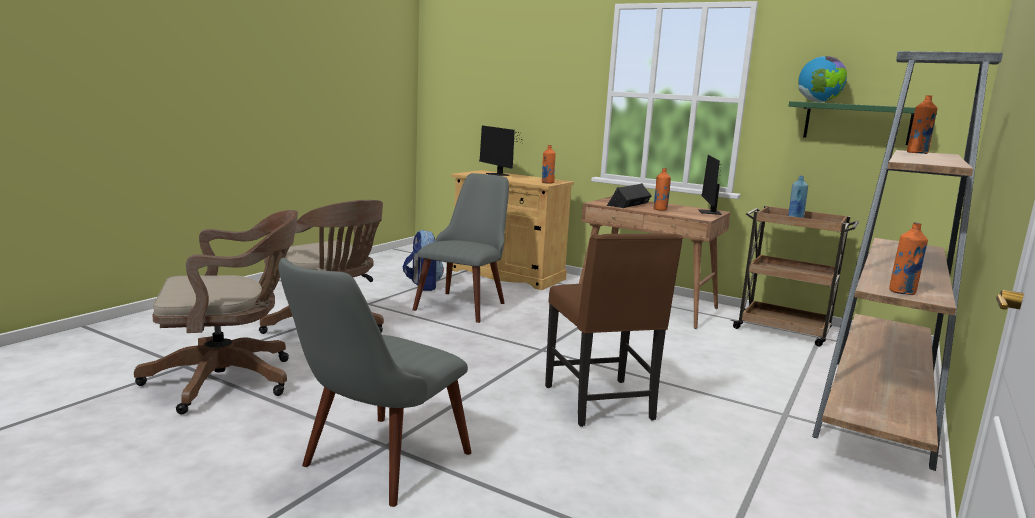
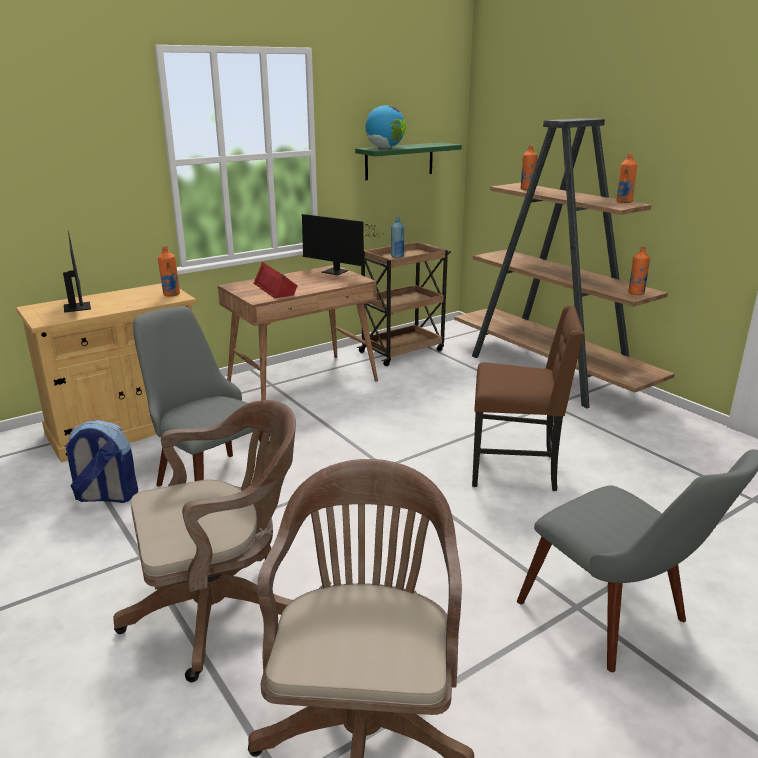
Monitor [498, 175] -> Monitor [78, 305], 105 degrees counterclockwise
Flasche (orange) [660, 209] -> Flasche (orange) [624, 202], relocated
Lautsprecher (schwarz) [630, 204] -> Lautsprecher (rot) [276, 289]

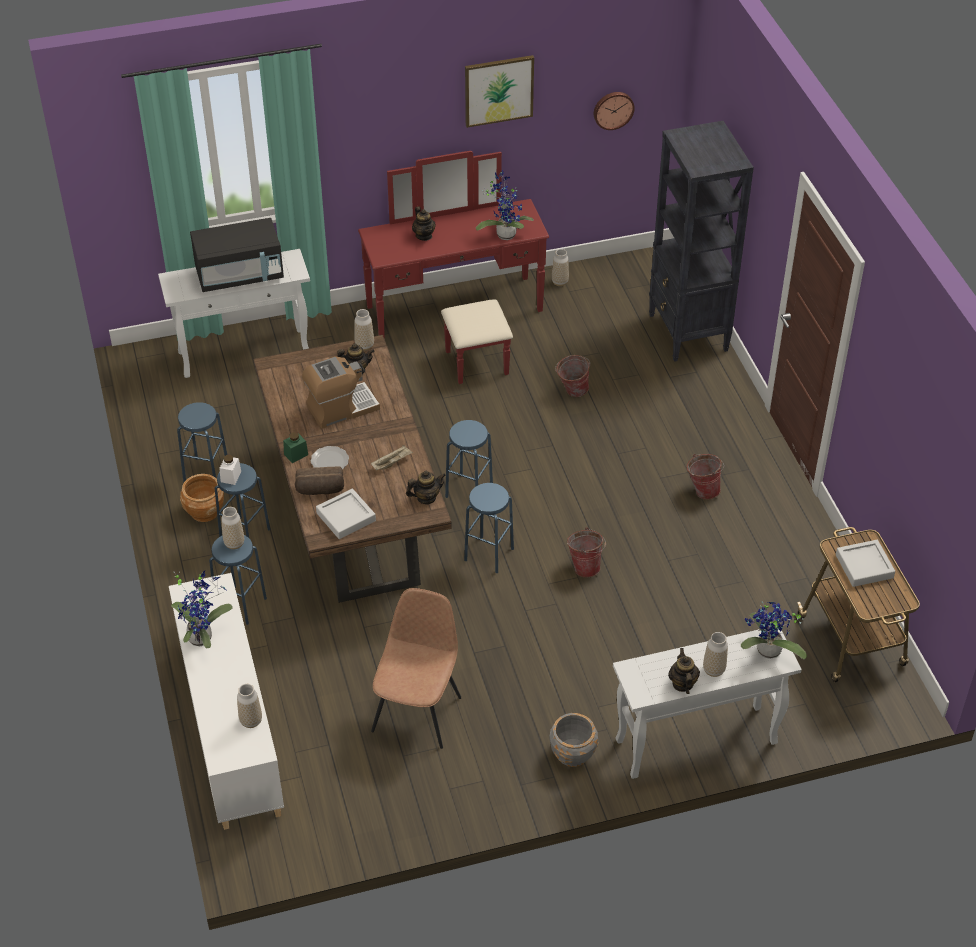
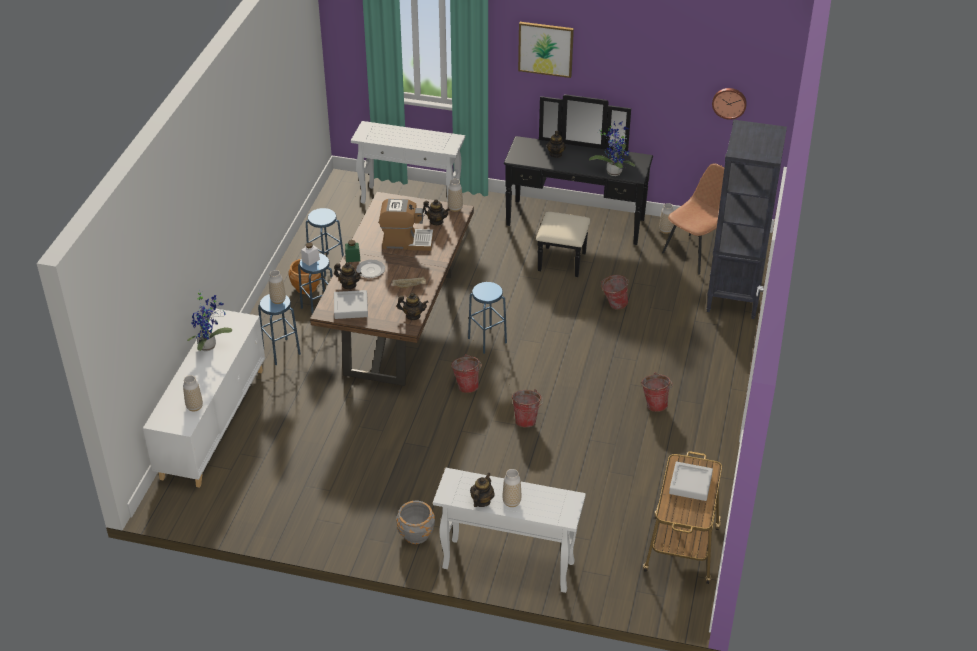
Bild [498, 90] -> Bild [545, 49], relocated
Kommode (rot) [460, 320] -> Kommode (schwarz) [573, 231]
Mikrowelle (schwarz) [240, 275] -> none
Brot [320, 490] -> Teekanne [349, 285]
Hocker (blau) [489, 554] -> Eimer [466, 385]
Stuhl (braun) [417, 712] -> Stuhl (braun) [695, 253], relocated
Topfpflanze [767, 652] -> none

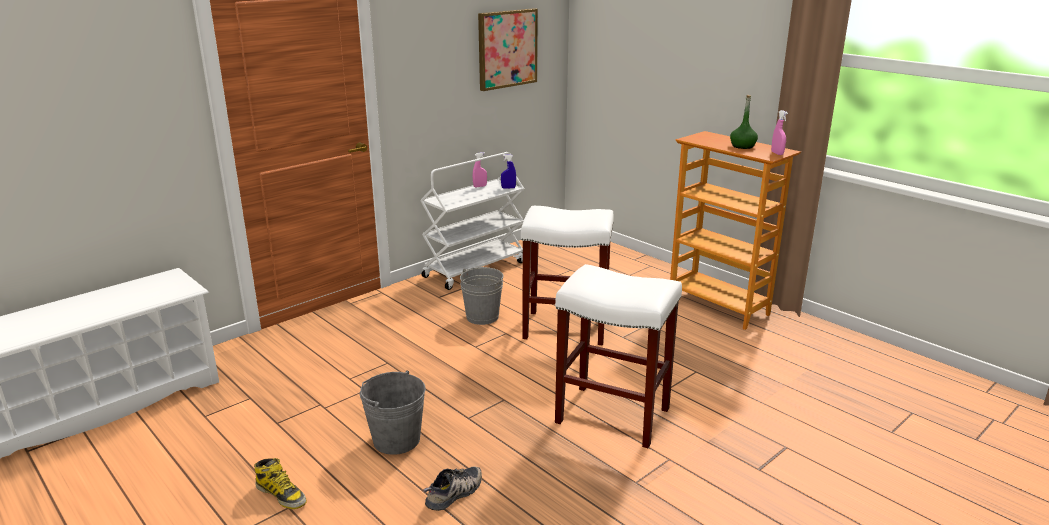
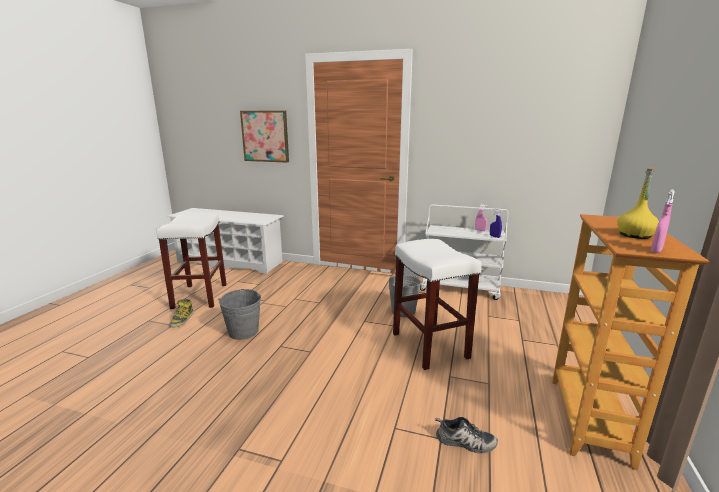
Bild [507, 49] -> Bild [265, 136], relocated
Flasche (grün) [742, 146] -> Flasche (gelb) [635, 235]
Hocker (weiß) [614, 415] -> Hocker (weiß) [200, 296], relocated
Schuh [455, 493] -> Schuh [465, 442], relocated

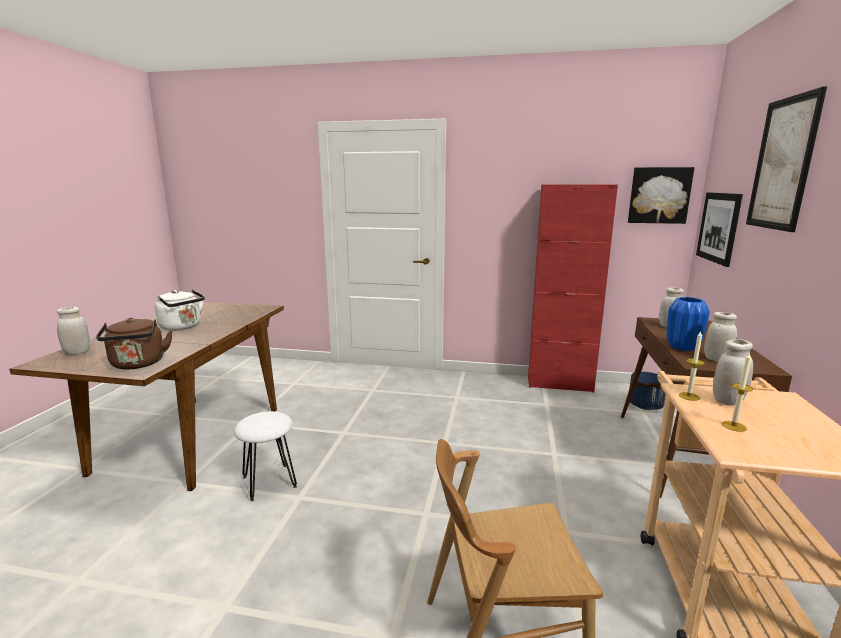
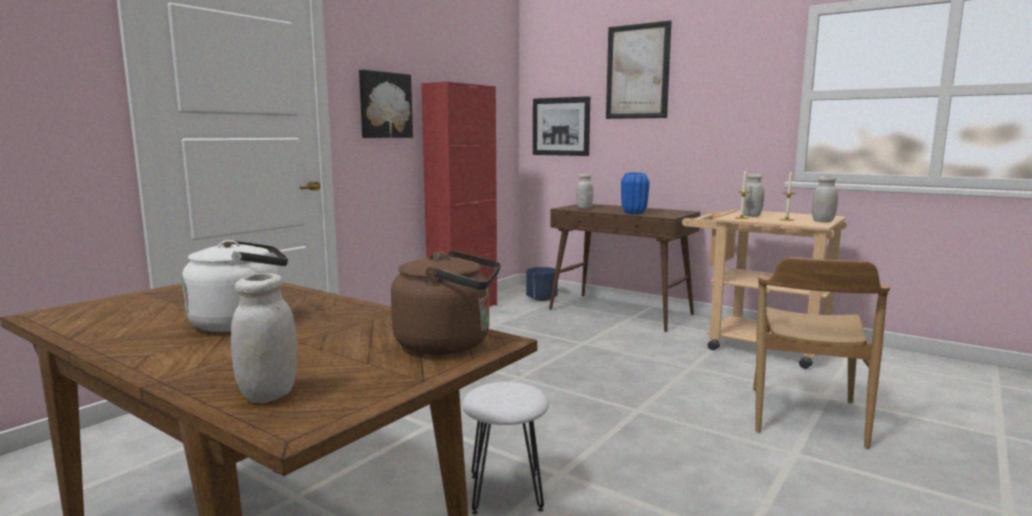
Bild [659, 195] -> Bild [384, 105], relocated
Vorratsglas (weiß) [716, 359] -> Vorratsglas (weiß) [823, 221], relocated

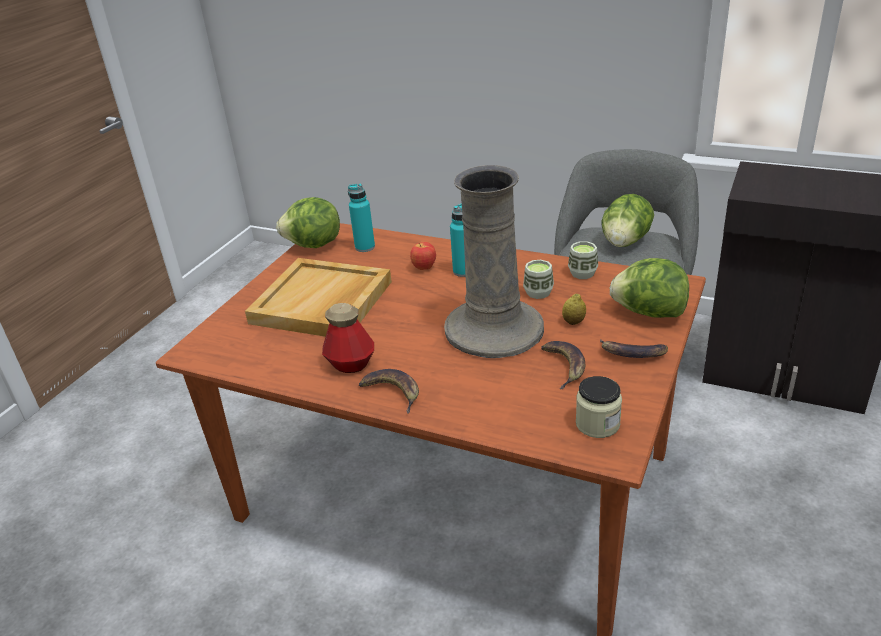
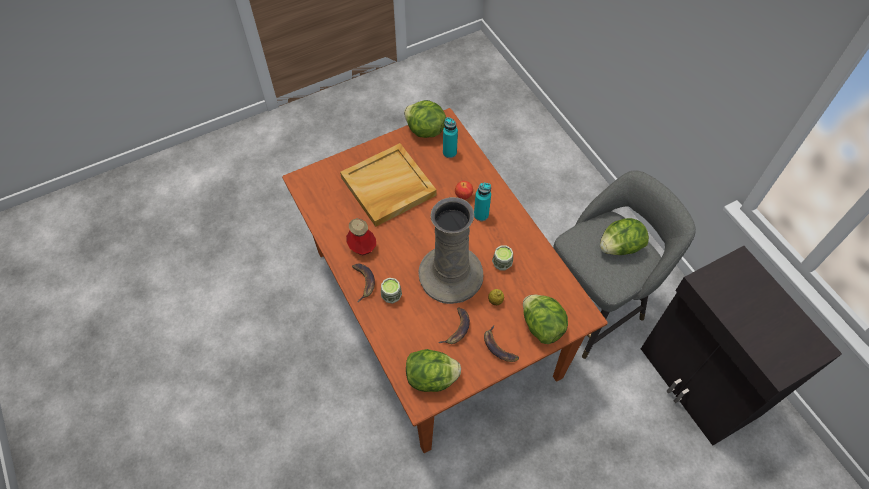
Tasse [582, 273] -> Tasse [391, 296], relocated
Vorratsglas [597, 424] -> Salatkopf [432, 378]

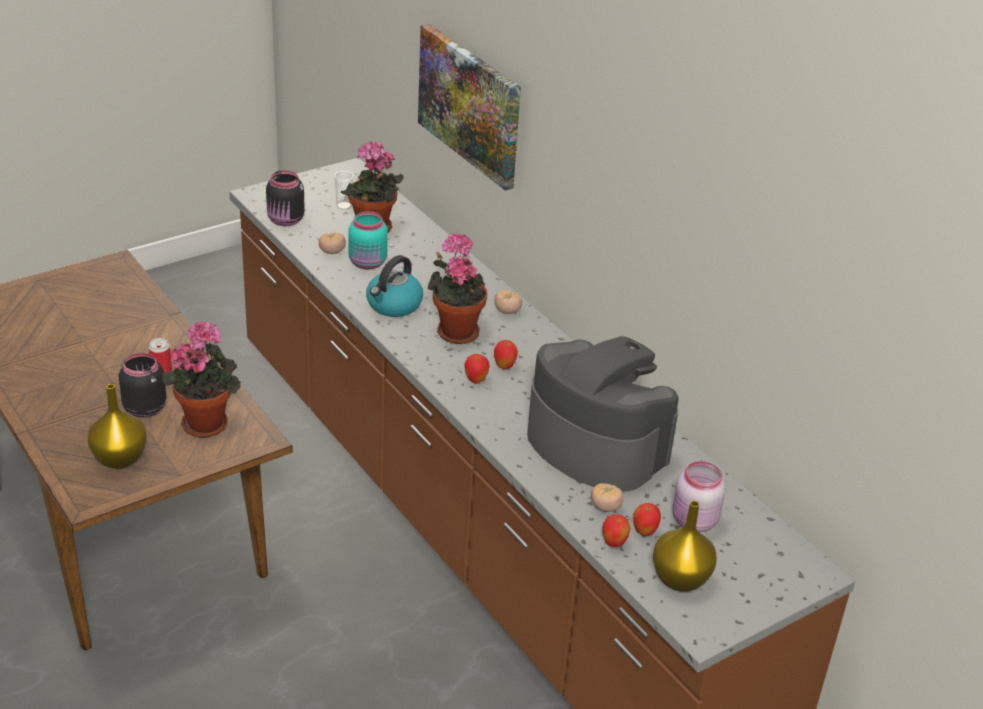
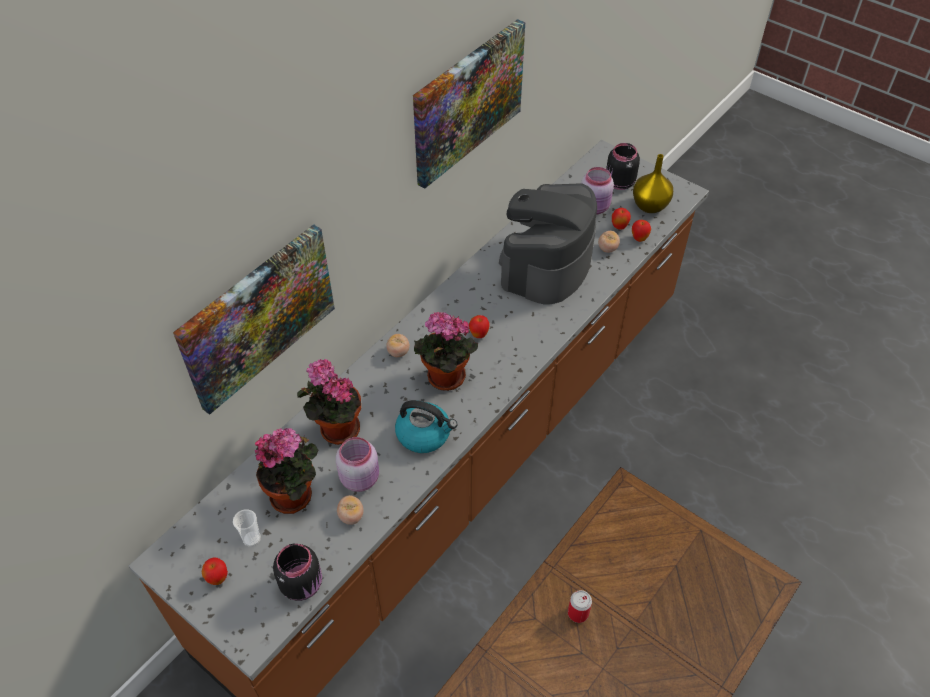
Vorratsglas (türkis) [368, 263] -> Vorratsglas (rosa) [360, 477]
Topfpflanze [207, 422] -> Topfpflanze [336, 429], relocated
Vorratsglas (schwarz) [144, 408] -> Vorratsglas (schwarz) [619, 183], relocated
Apfel [476, 380] -> Apfel [218, 578], relocated
Vase (gelb) [119, 458] -> none
none -> Bild [467, 102]

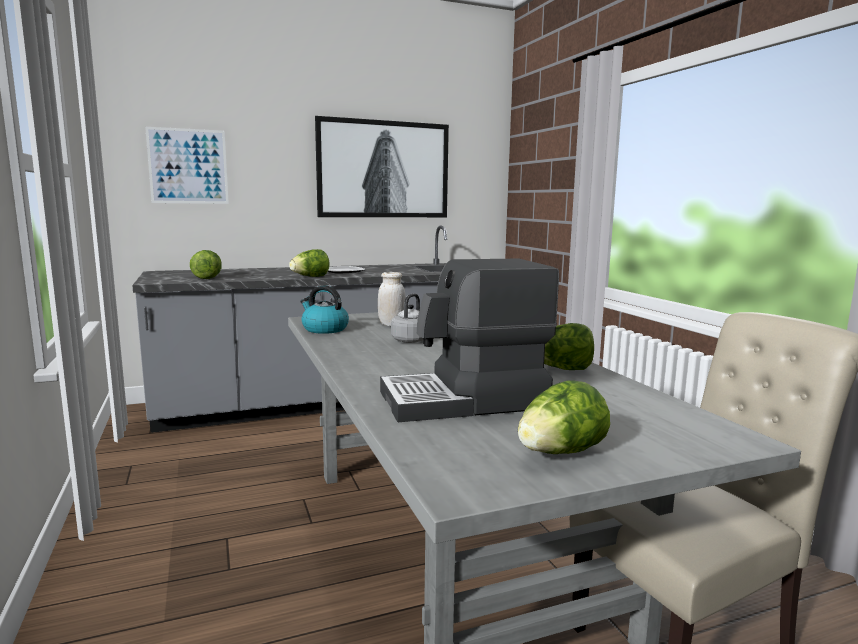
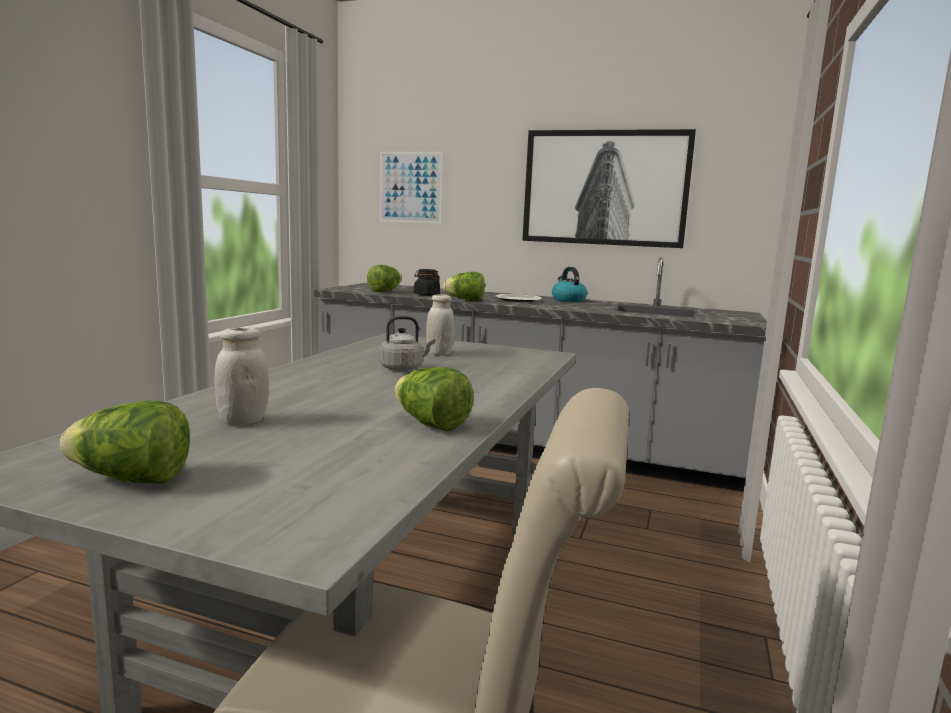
Kaffeemaschine [465, 401] -> Vorratsglas (weiß) [243, 421]
Wasserkessel [324, 329] -> Wasserkessel [568, 300], relocated
none -> Vorratsglas (schwarz) [426, 294]

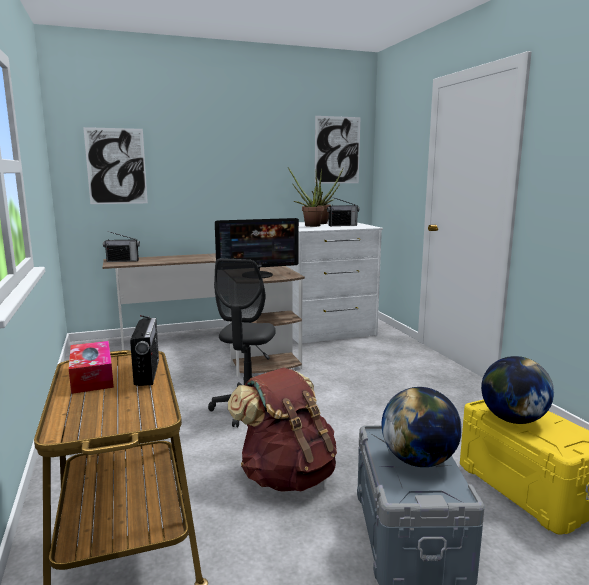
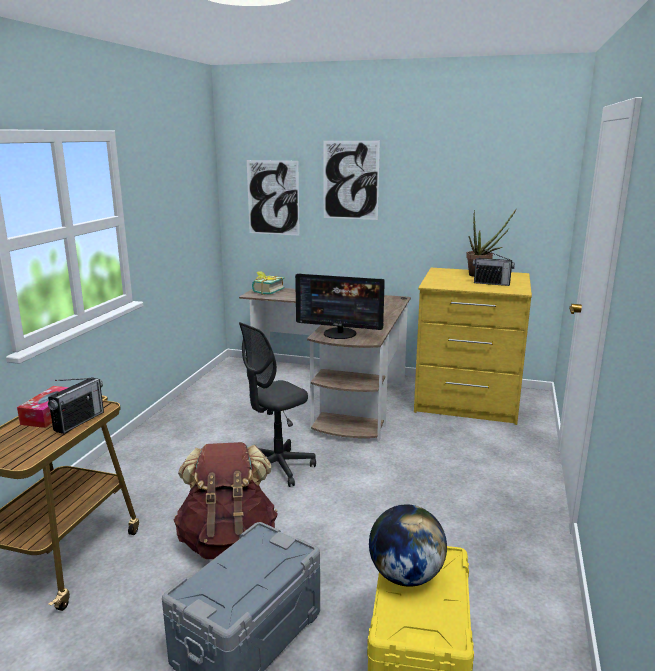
Bild [337, 150] -> Bild [350, 180], relocated
Topfpflanze [309, 225] -> none
Kommode (weiß) [325, 329] -> Kommode (gelb) [467, 401]
Radio [123, 261] -> Buch [265, 291]
Globus [418, 460] -> none

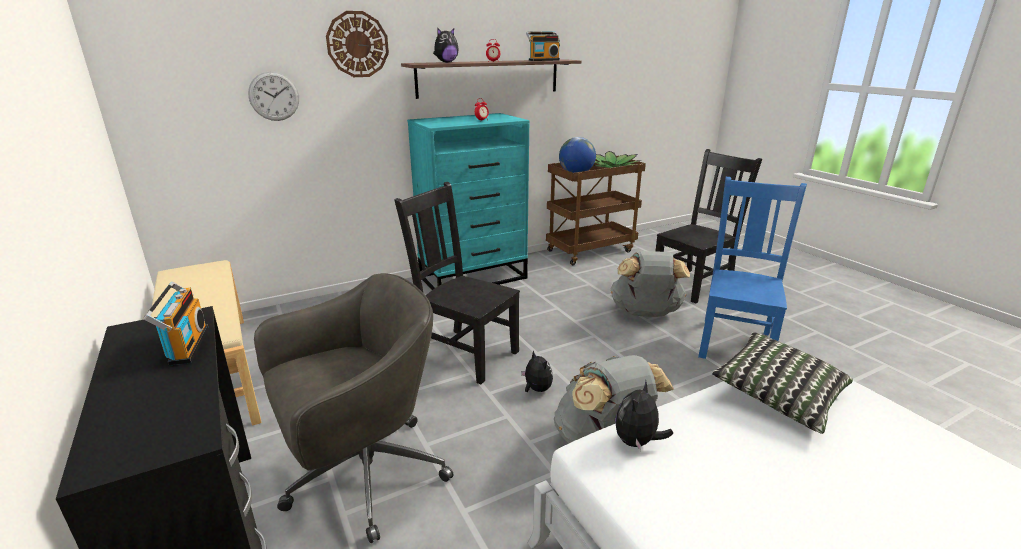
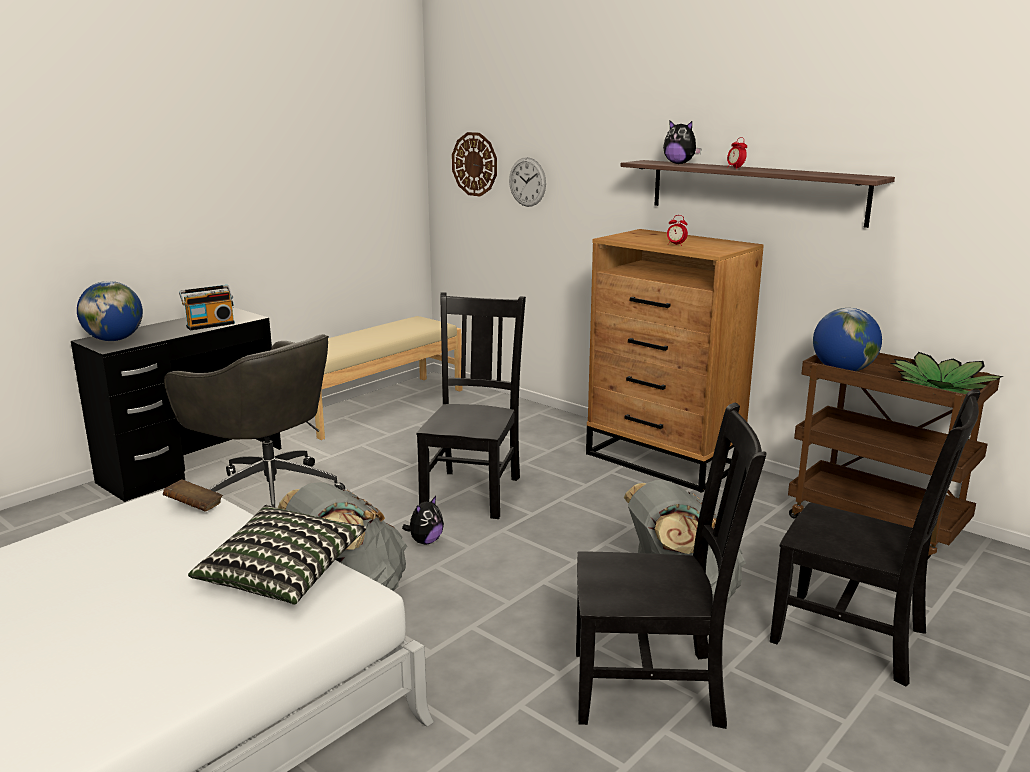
Wanduhr [357, 44] -> Wanduhr [475, 164], relocated
Radio [543, 60] -> none
Kommode (türkis) [474, 277] -> Kommode (braun) [664, 460]
Stuhl (blau) [735, 342] -> Stuhl (schwarz) [653, 687]
Plüschtier [637, 442] -> Buch (braun) [194, 507]
none -> Globus [114, 340]

